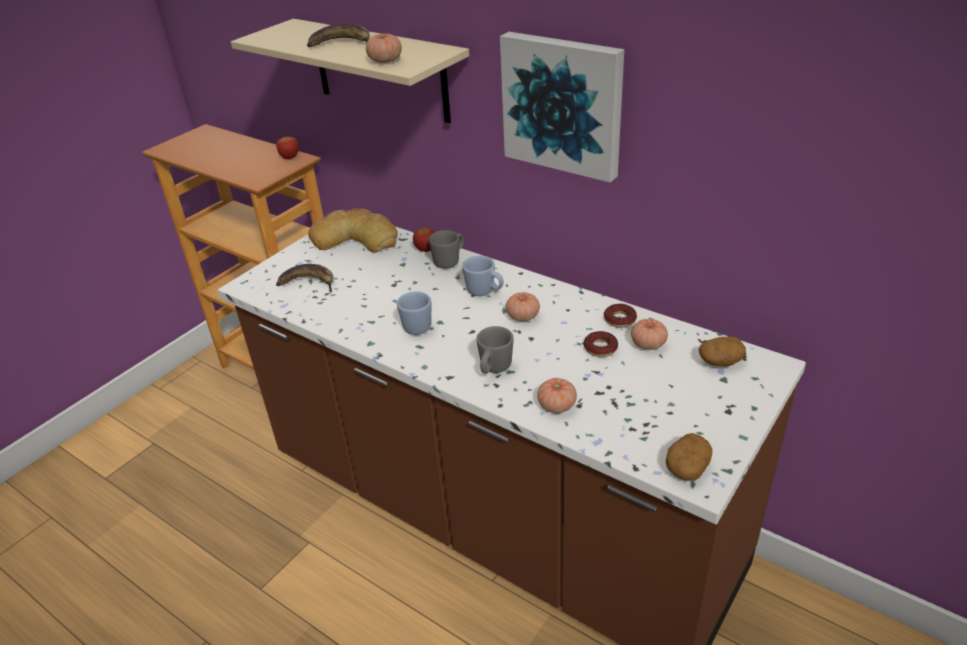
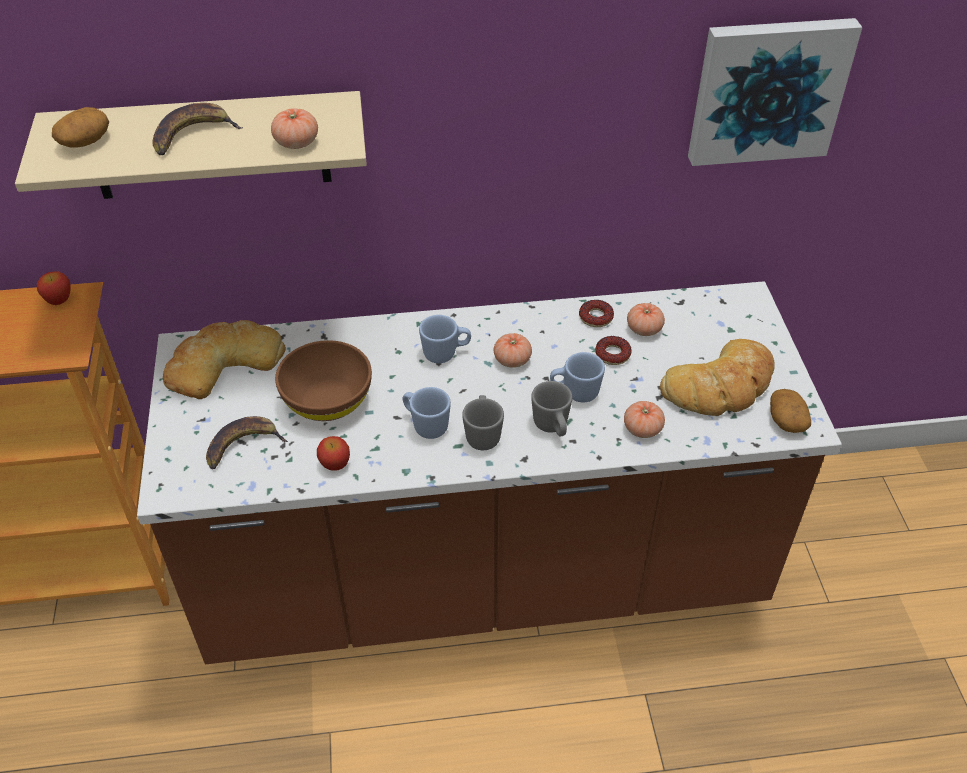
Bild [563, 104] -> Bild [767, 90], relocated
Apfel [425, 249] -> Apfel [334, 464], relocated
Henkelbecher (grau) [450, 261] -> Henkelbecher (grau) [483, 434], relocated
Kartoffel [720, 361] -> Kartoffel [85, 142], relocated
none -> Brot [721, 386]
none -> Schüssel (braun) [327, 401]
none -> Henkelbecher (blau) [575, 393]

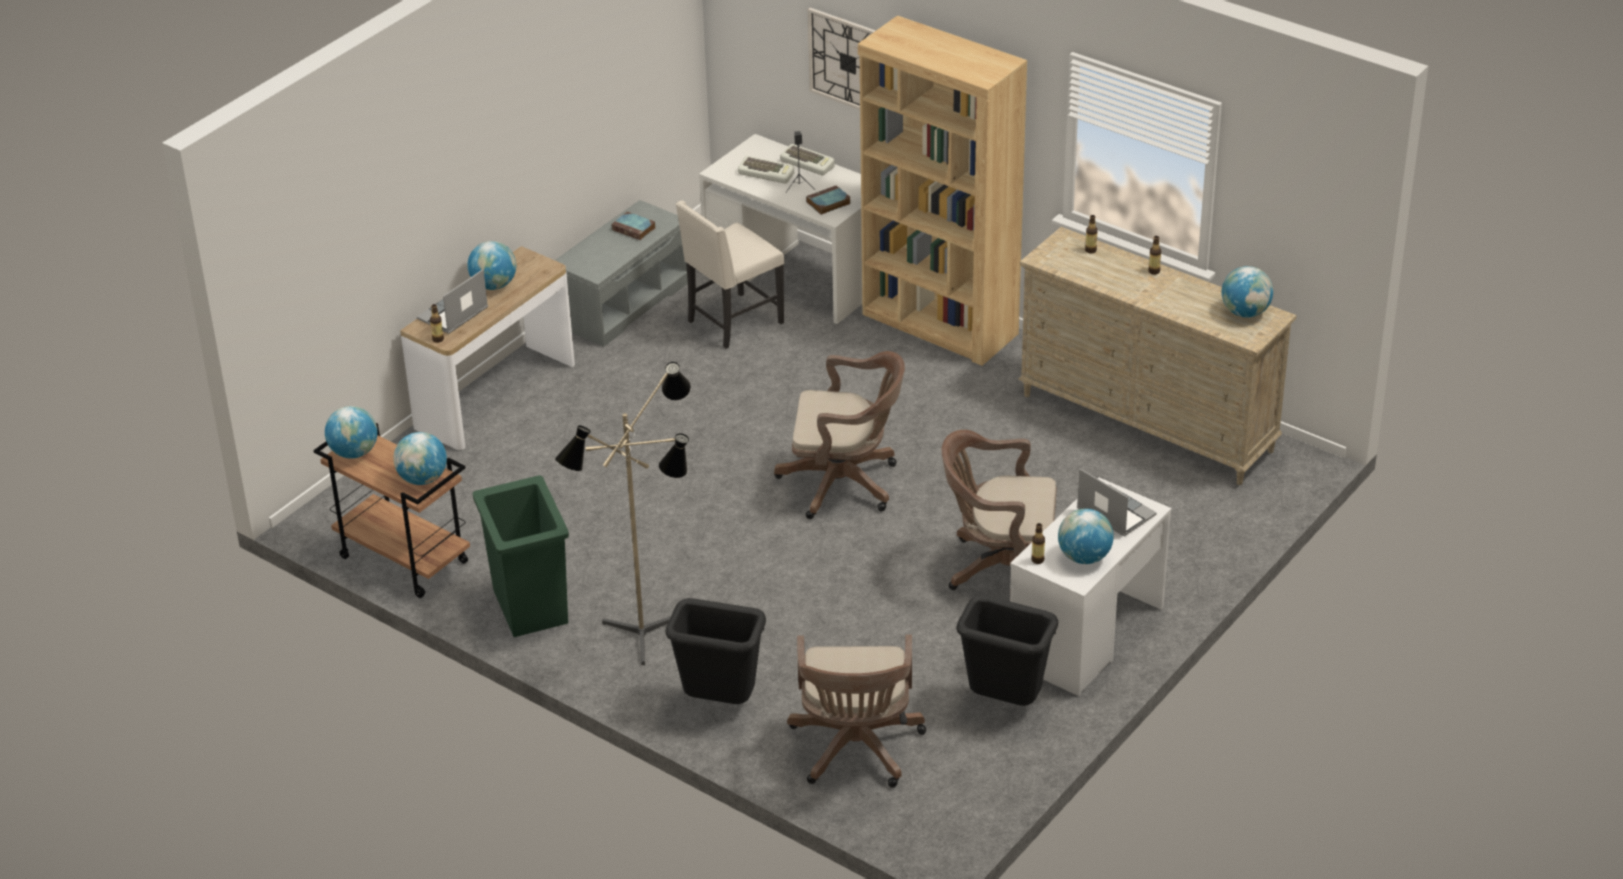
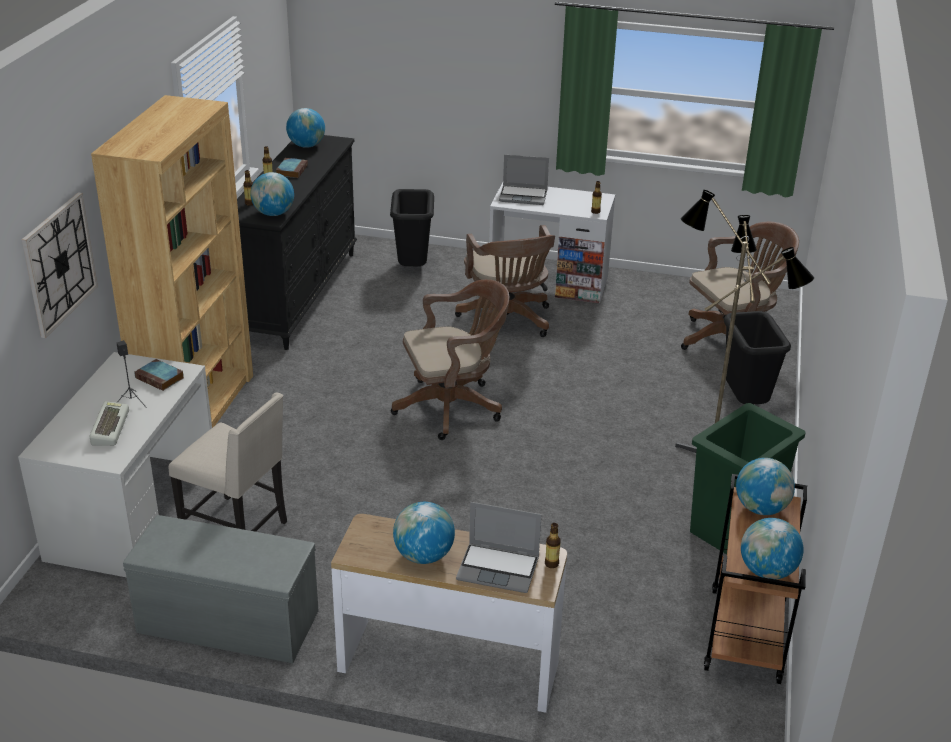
Tastatur [808, 163] -> none
Buch [634, 229] -> Buch [292, 170], relocated
Kommode (beige) [1148, 423] -> Kommode (schwarz) [298, 295]
Bürostuhl (braun) [845, 483] -> Bürostuhl (braun) [453, 407], 90 degrees clockwise
Laptop [1114, 512] -> Laptop [524, 196], 105 degrees counterclockwise
Globus [1084, 557] -> Globus [273, 214], relocated
Mülleimer (schwarz) [1005, 703] -> Mülleimer (schwarz) [412, 268], relocated

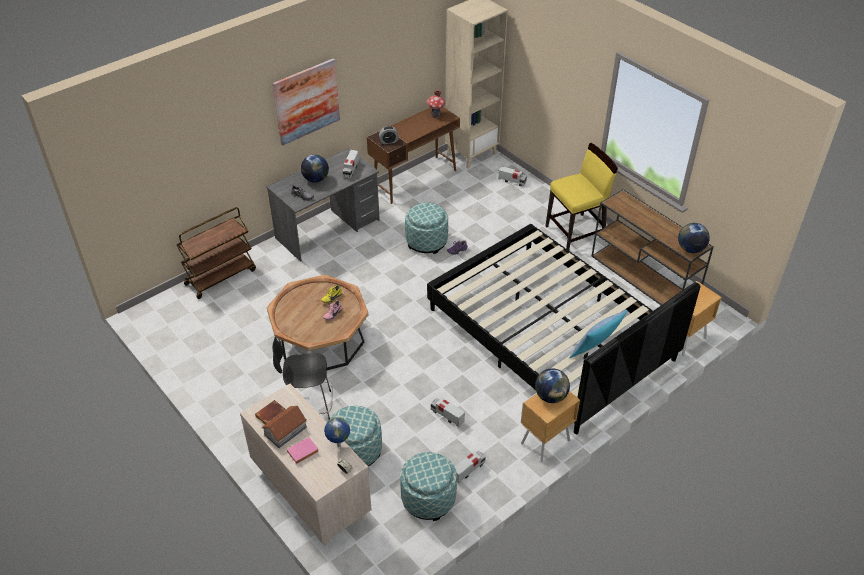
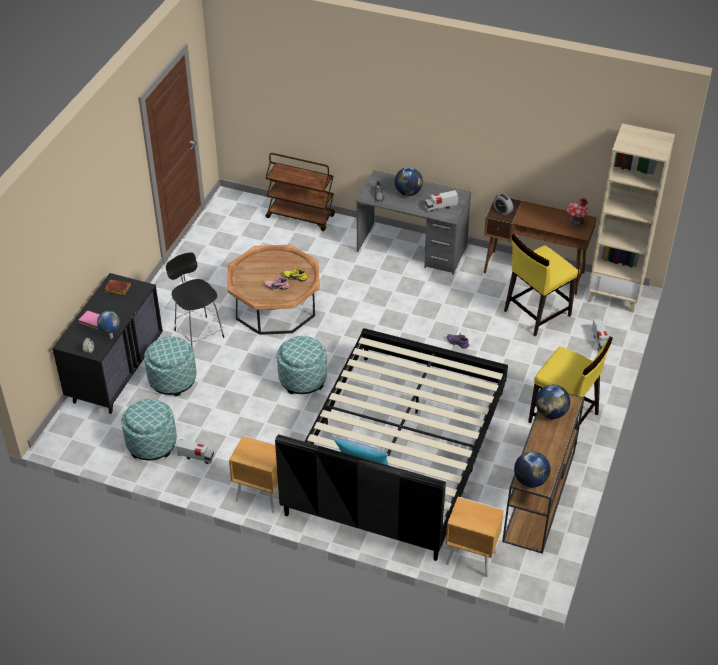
Bild [306, 101] -> none
Polsterhocker [426, 241] -> Polsterhocker [302, 379], relocated
Globus [550, 396] -> Globus [551, 413], relocated
Kommode (beige) [310, 492] -> Kommode (schwarz) [116, 372]
Spielzeuglaster [447, 416] -> none
Spielzeughaus [285, 431] -> none
none -> Stuhl (gelb) [536, 313]

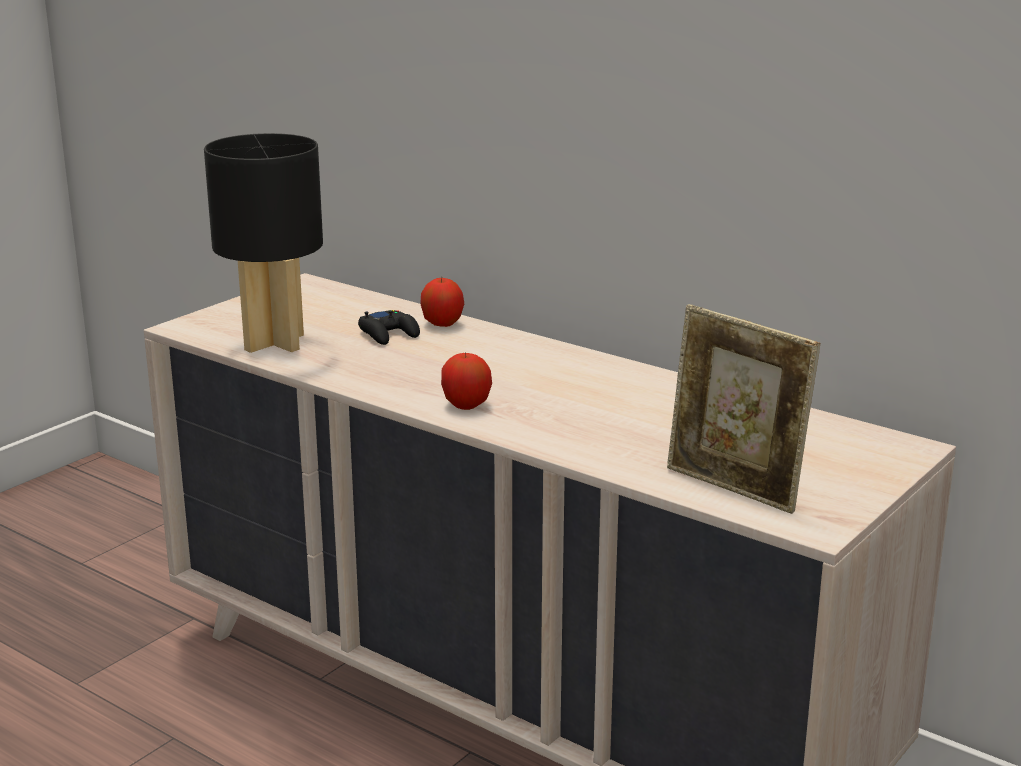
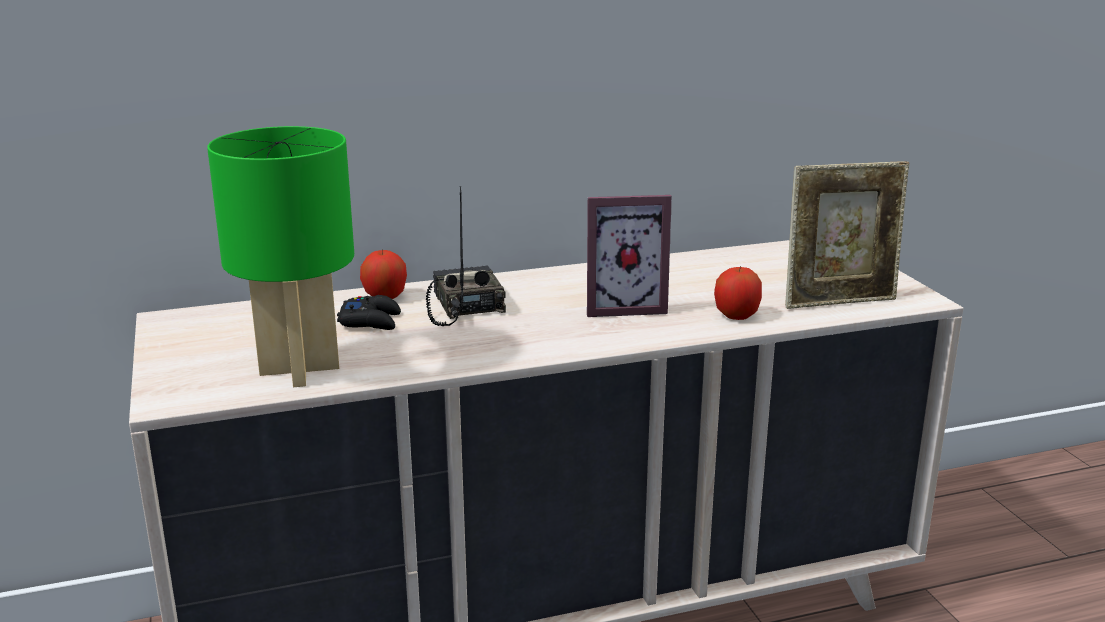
Tischlampe (schwarz) [275, 342] -> Tischlampe (grün) [299, 369]
Apfel [466, 404] -> Apfel [736, 315], relocated
none -> Radio [463, 306]
none -> Bilderrahmen [623, 306]

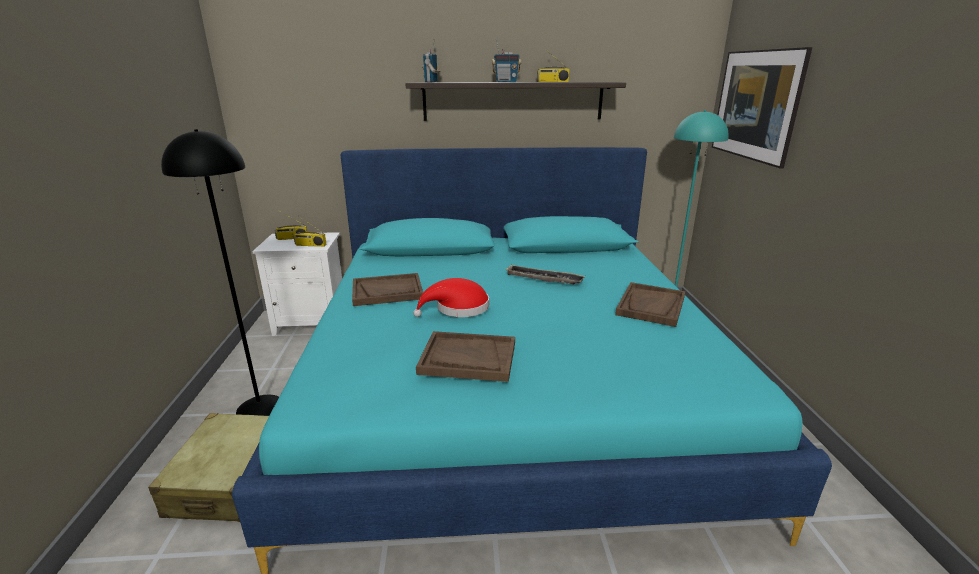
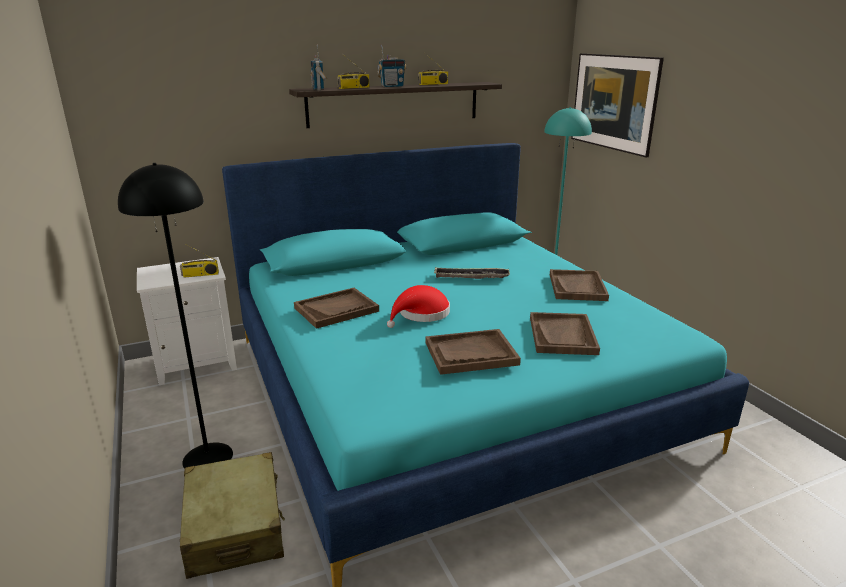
Radio [292, 238] -> Radio [353, 88], relocated
none -> Tablett (braun) [562, 335]

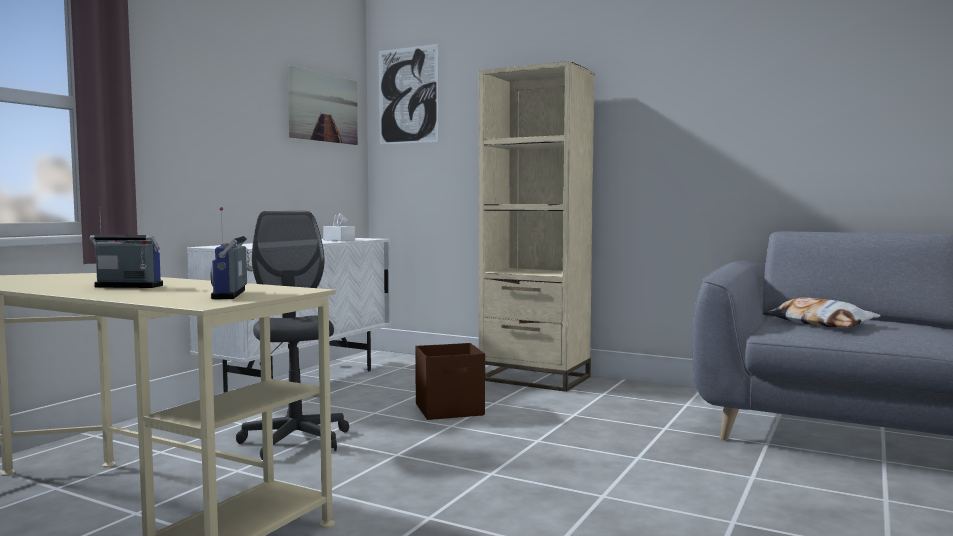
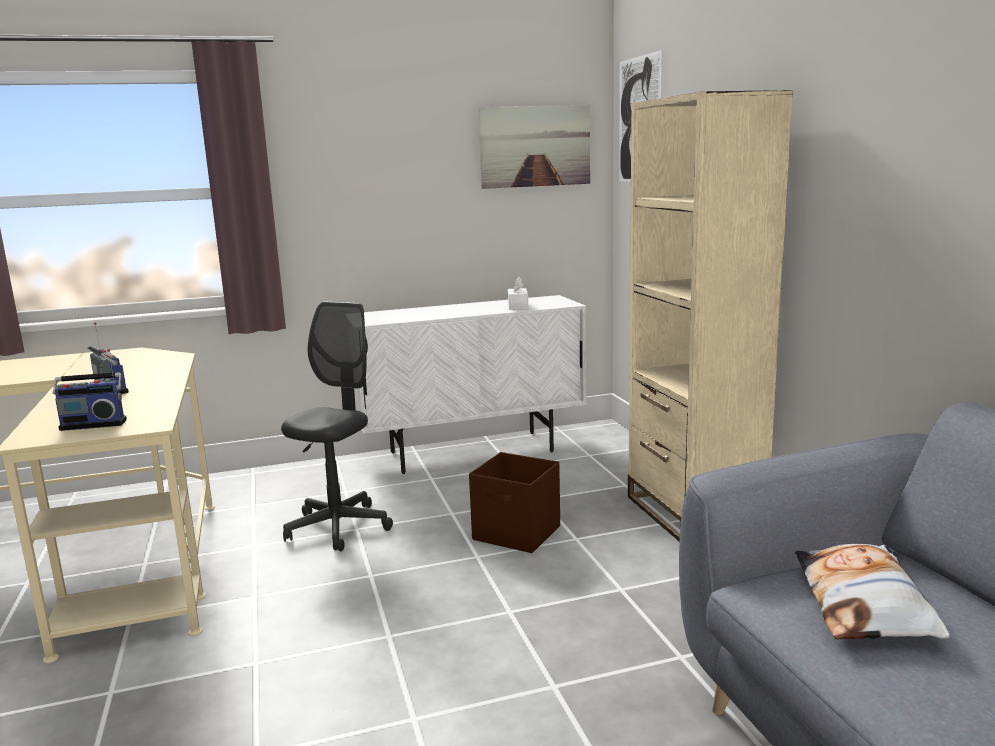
Radio [233, 294] -> Radio [94, 424], 135 degrees counterclockwise

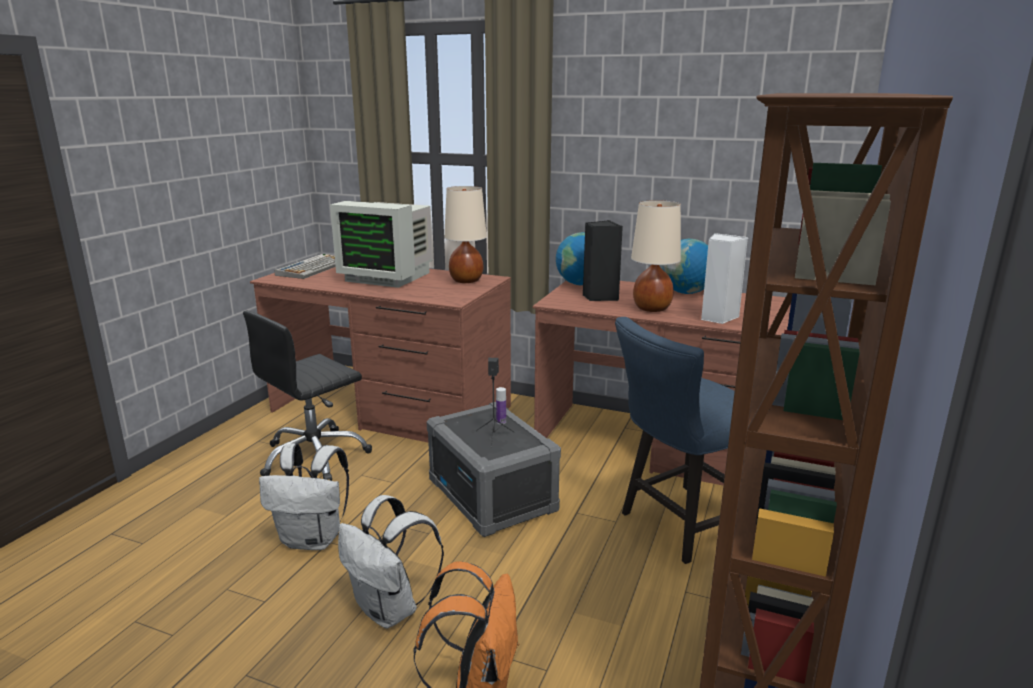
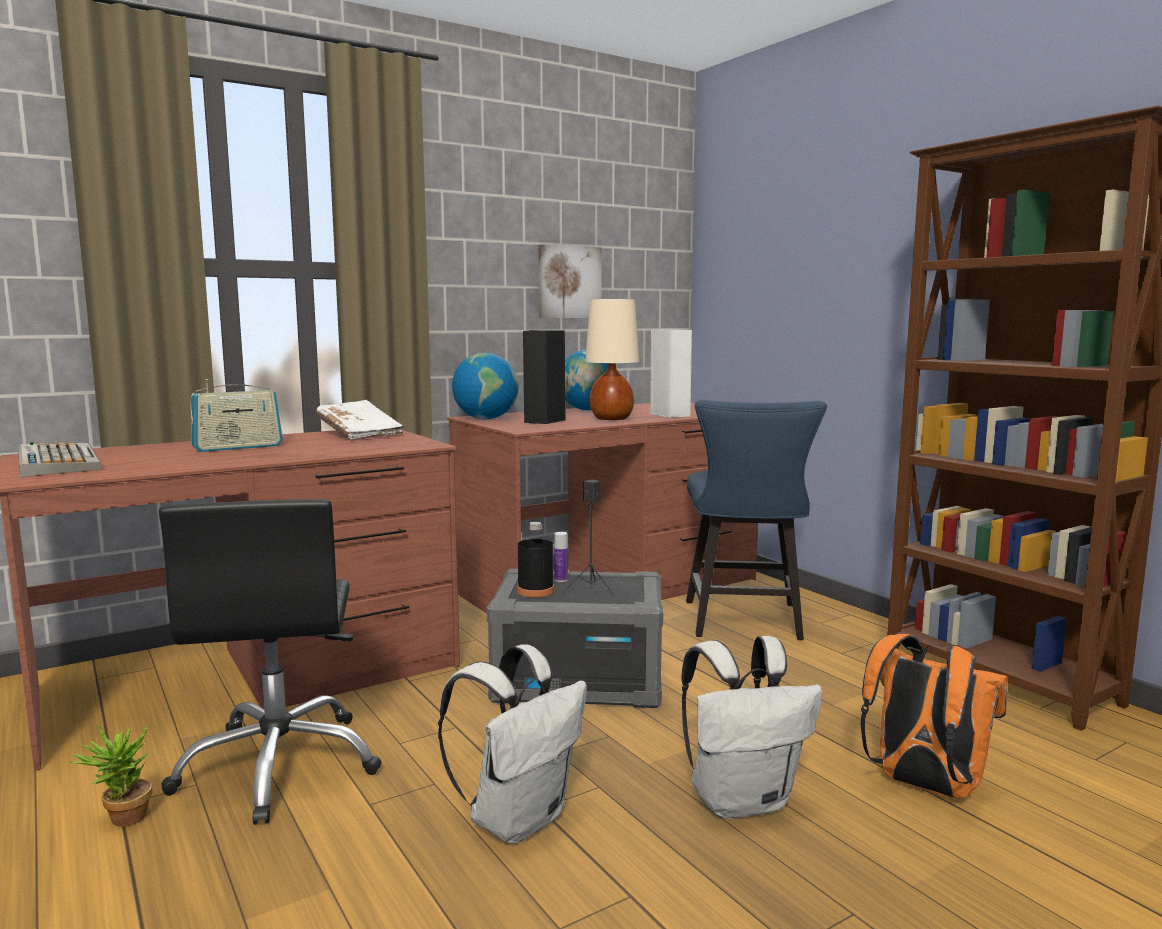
Tischlampe (beige) [466, 281] -> Buch (weiß) [359, 434]
Monitor [388, 277] -> Radio [238, 447]
none -> Bild [568, 282]
none -> Flasche (schwarz) [535, 591]
none -> Topfpflanze [121, 820]

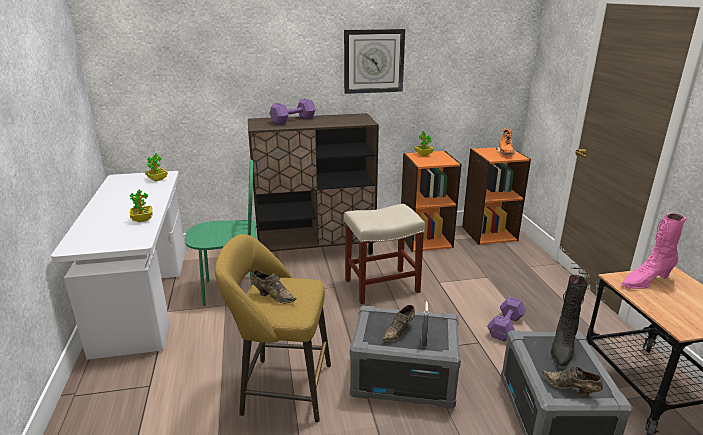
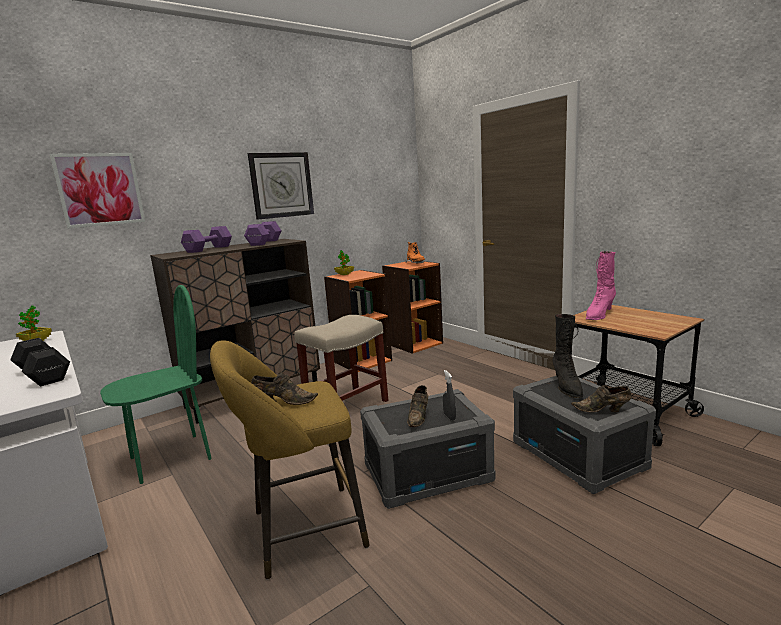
Topfpflanze [142, 219] -> Hantel (schwarz) [44, 375]
Hantel (lila) [504, 327] -> Hantel (lila) [264, 243], relocated
none -> Bild [100, 189]

